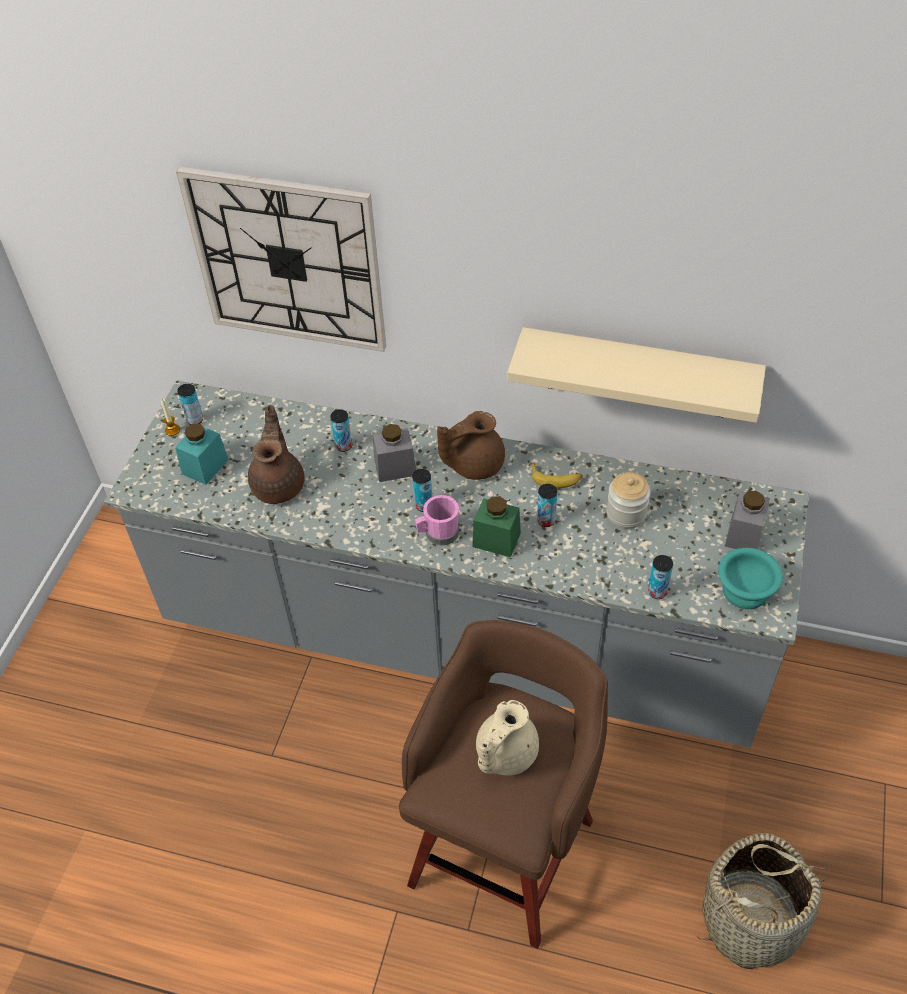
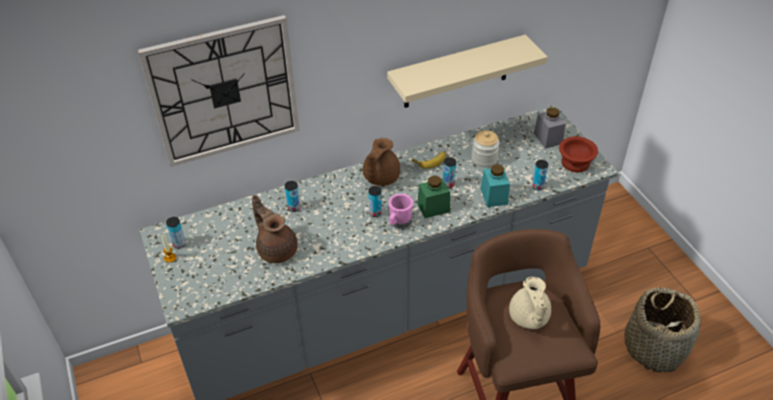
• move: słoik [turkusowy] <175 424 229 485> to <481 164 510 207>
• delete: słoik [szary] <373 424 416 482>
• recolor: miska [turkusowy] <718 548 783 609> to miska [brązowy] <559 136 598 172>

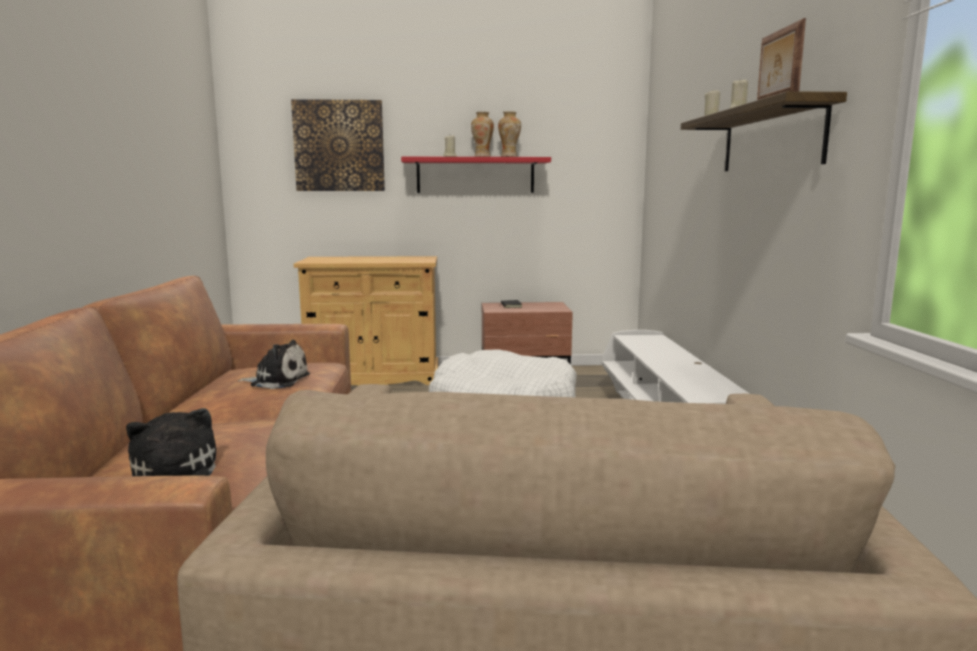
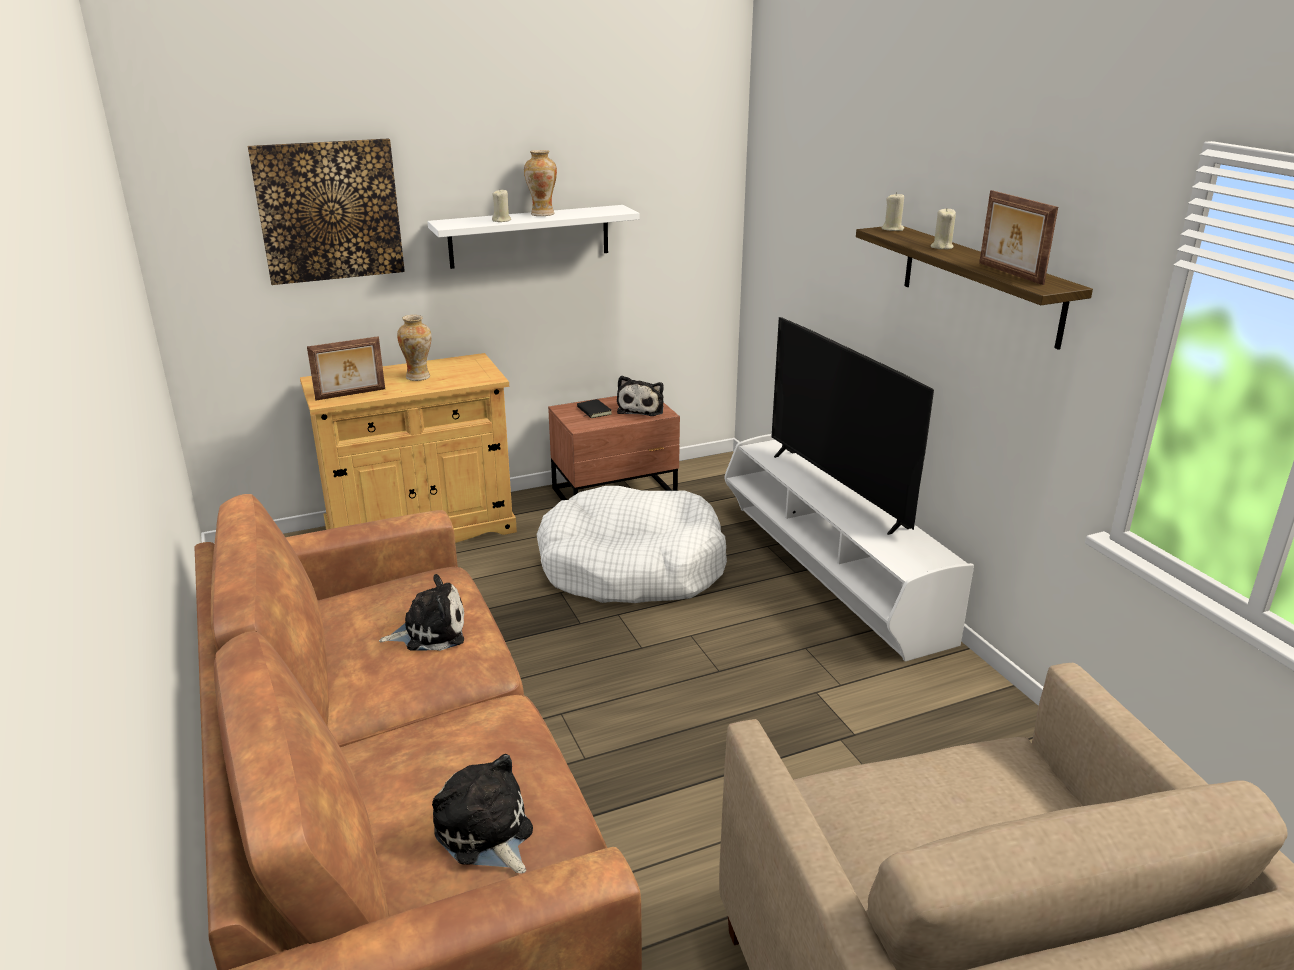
• move: wazon <498 111 521 157> to <397 315 432 381>
• recolor: półka [czerwony] <401 157 551 193> to półka [biały] <427 205 640 269>
• insert: telewizor <772 317 934 535>
• insert: ramka na zdjęcie <307 336 385 401>
• insert: pluszak <617 376 664 416>

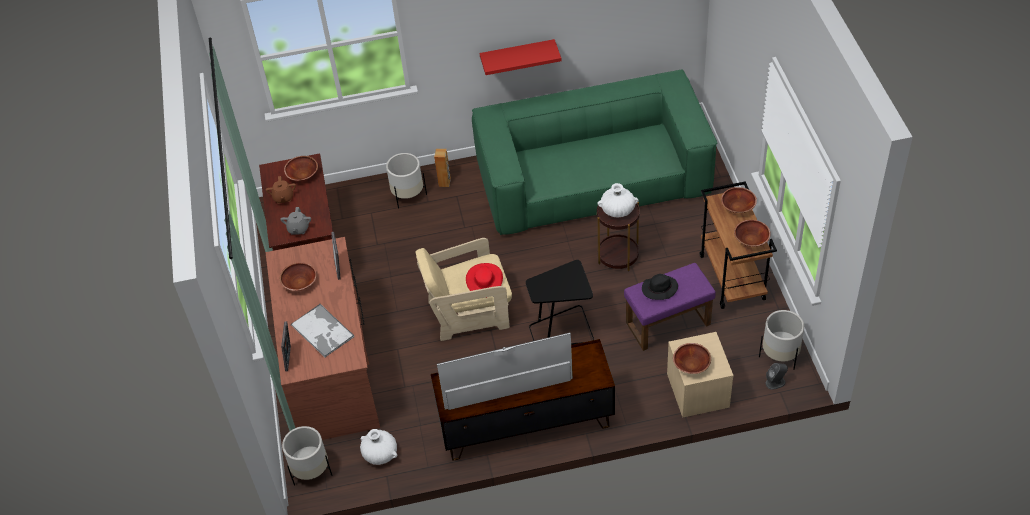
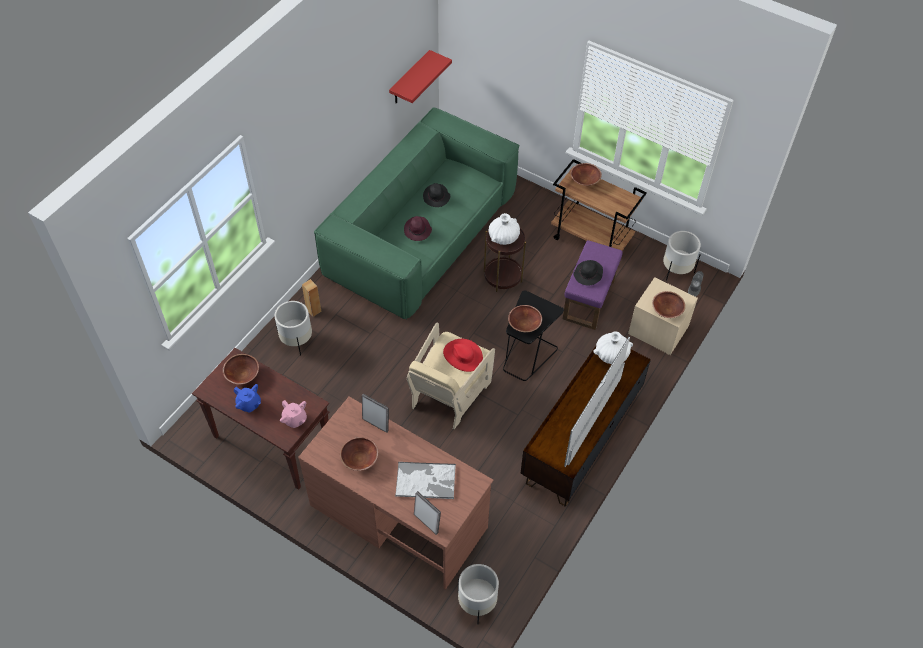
• move: półka [czerwony] <480 39 561 75> to <389 50 452 103>
• recolor: imbryk [brązowy] <266 176 296 204> to imbryk [niebieski] <234 384 261 413>
• recolor: imbryk [szary] <280 207 311 235> to imbryk [różowy] <280 400 307 428>
• move: miska [brązowy] <734 220 771 247> to <508 305 542 332>
• move: wazon [biały] <360 429 397 465> to <593 331 633 364>
• insert: kapelusz [czarny] <423 183 450 207>
• insert: kapelusz [fioletowy] <404 216 432 241>

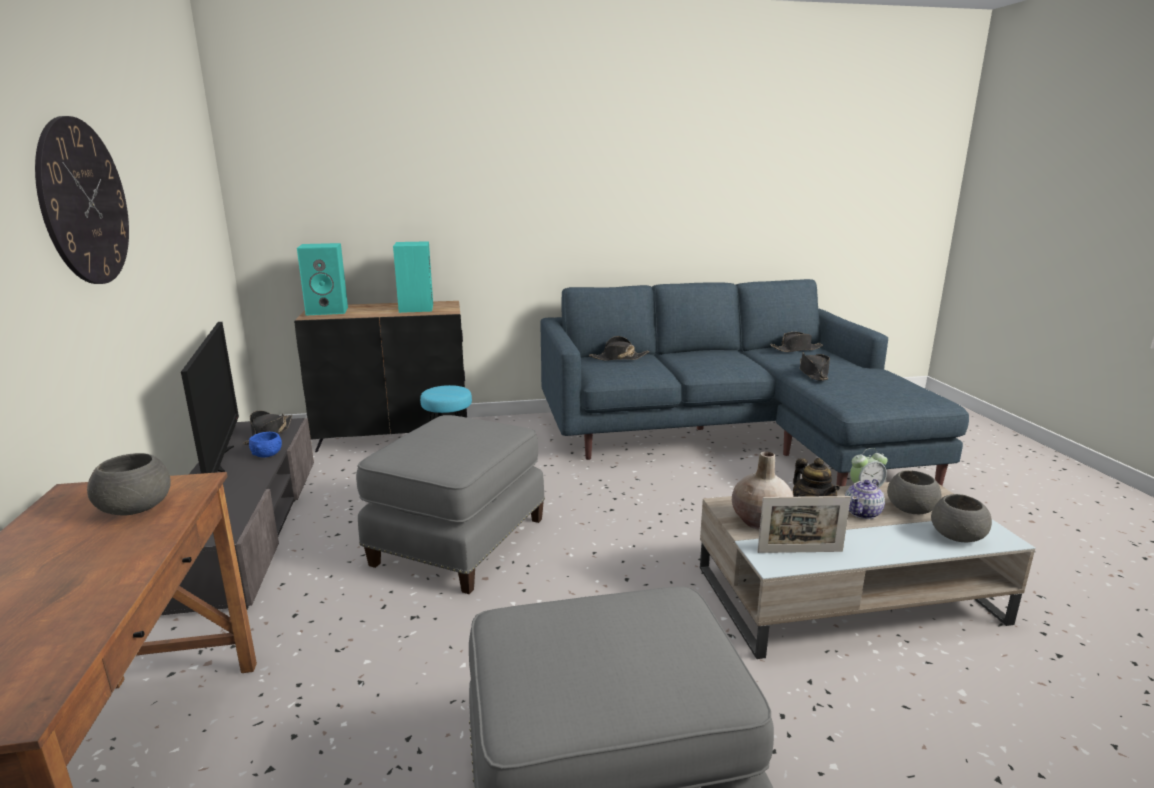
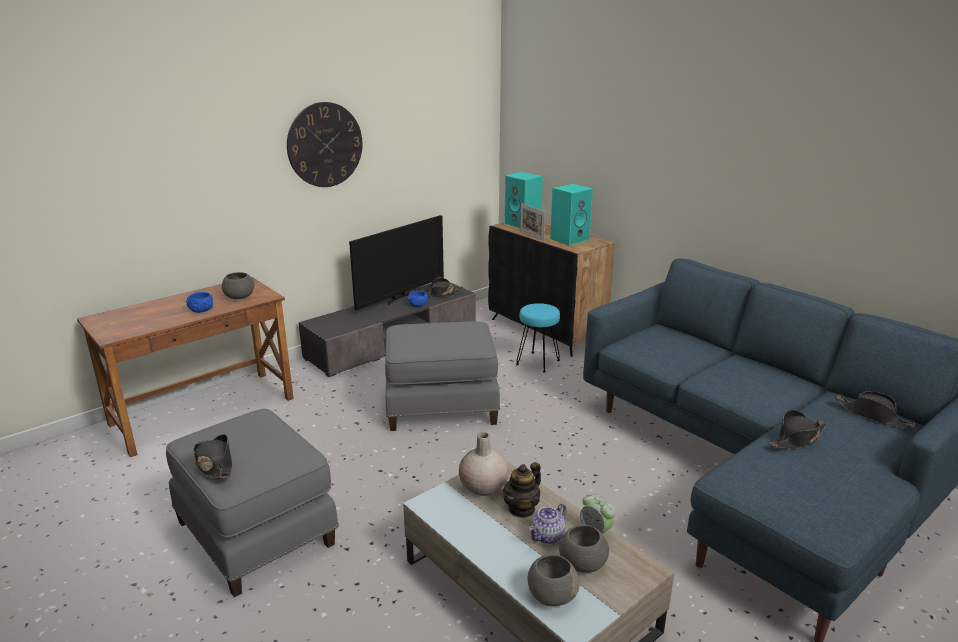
• move: kapelusz [czarny] <589 336 649 361> to <193 434 232 479>
• rotate: imbryk <845 479 885 519> = <529 503 567 544> 60 degrees counterclockwise
• move: ramka na zdjęcie <757 496 851 553> to <520 203 545 241>
• insert: miska [niebieski] <186 292 213 313>

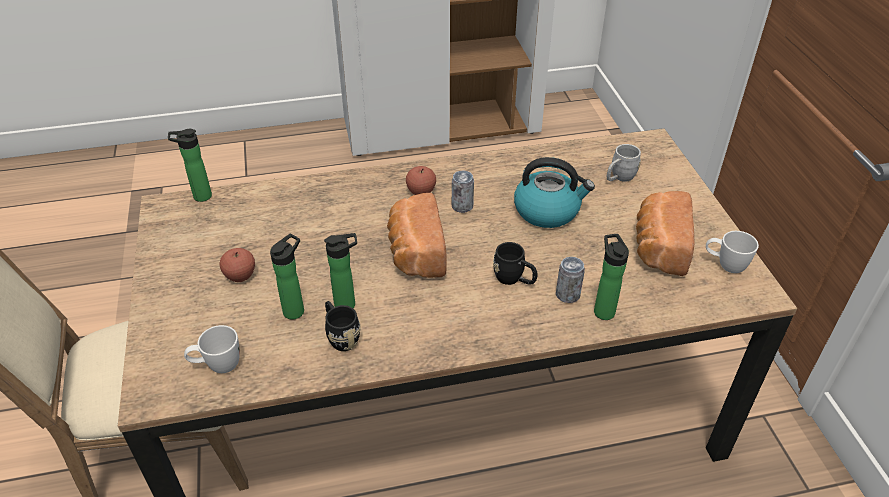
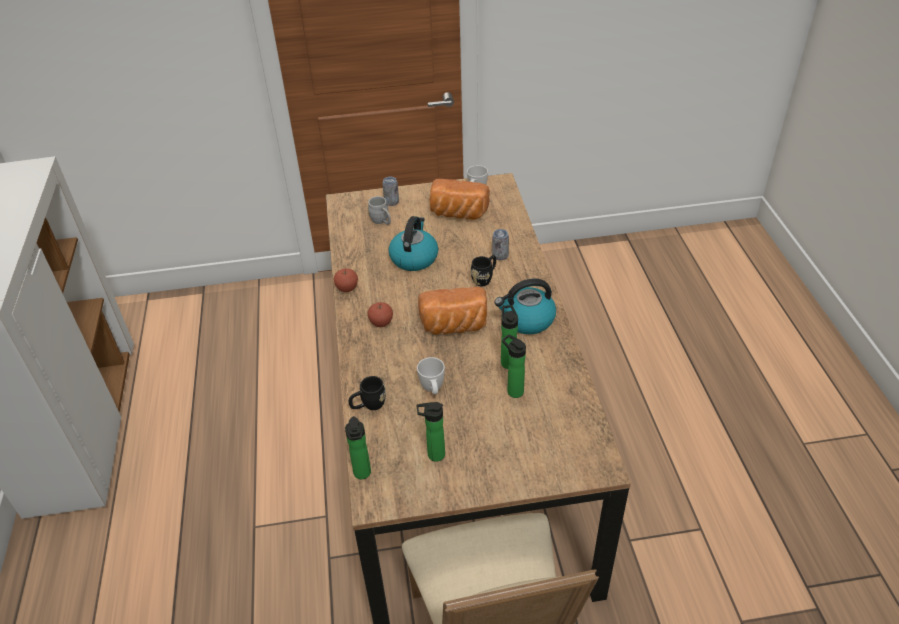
• move: puszka <452 171 474 213> to <382 177 399 206>
• move: butelka <594 234 629 320> to <417 402 445 462>
• move: jabłko <220 248 255 282> to <334 268 358 292>
• move: kubek [czarny] <325 301 361 351> to <349 376 386 410>
• move: kubek [biały] <184 325 240 373> to <417 357 445 394>
• insert: czajnik <494 278 556 334>

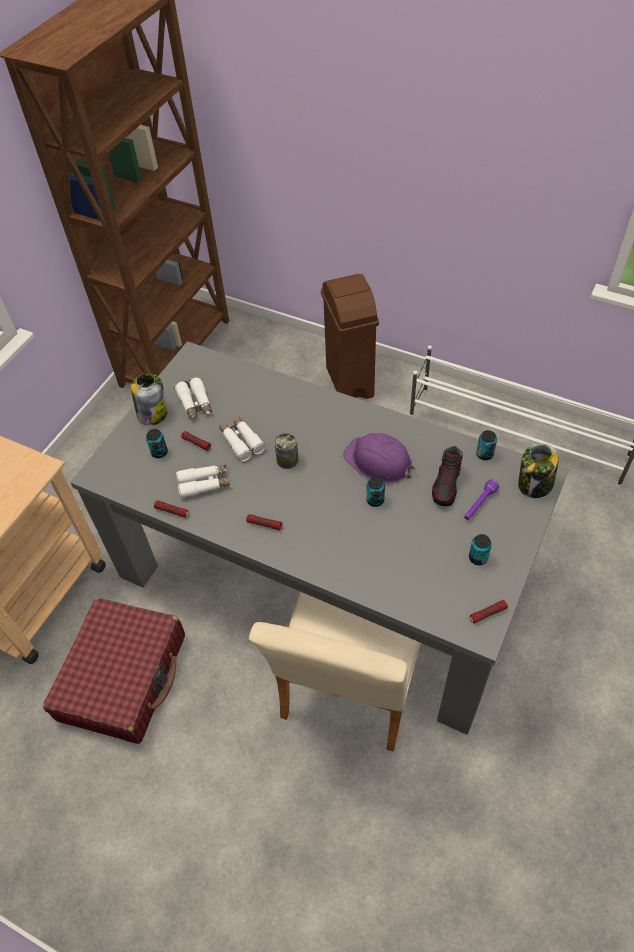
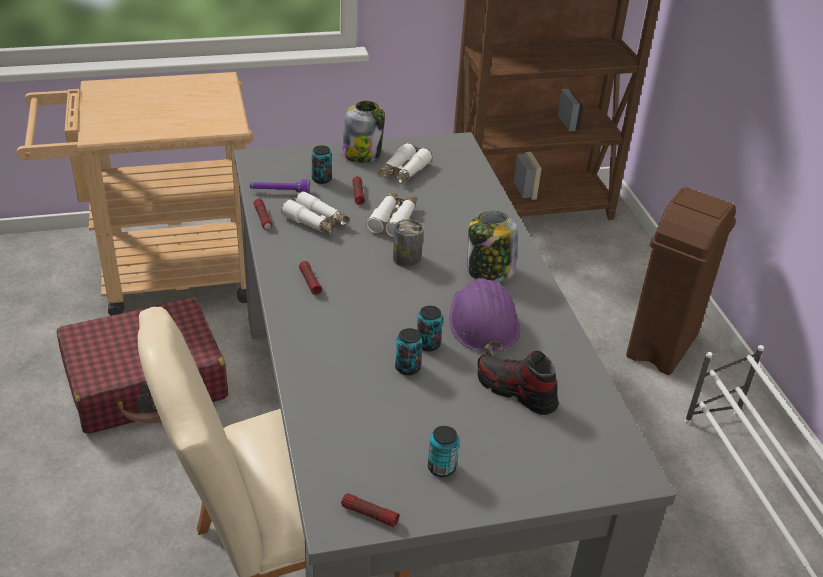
• move: puszka <476 430 497 460> to <395 328 423 375>
• move: słoik <518 444 559 498> to <467 211 518 282>
• rotate: but <432 446 463 506> = <477 351 559 415> 60 degrees clockwise
• move: latarka [fioletowy] <464 479 499 520> to <250 179 310 194>

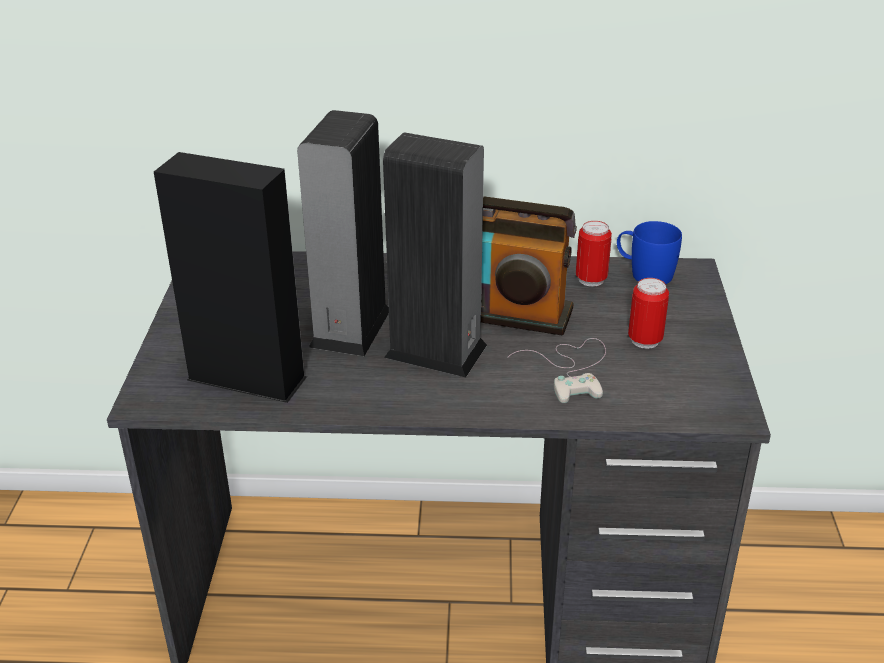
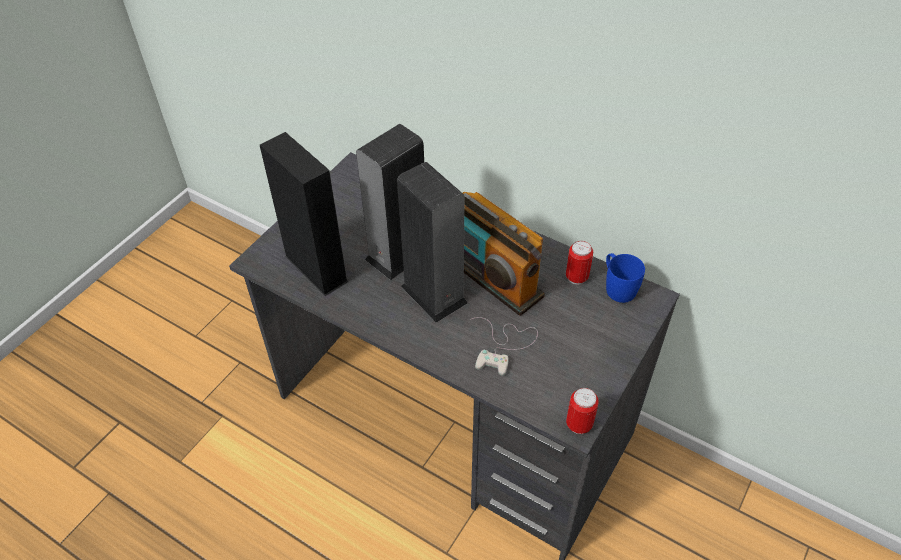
• move: puszka <628 278 669 349> to <566 388 599 434>

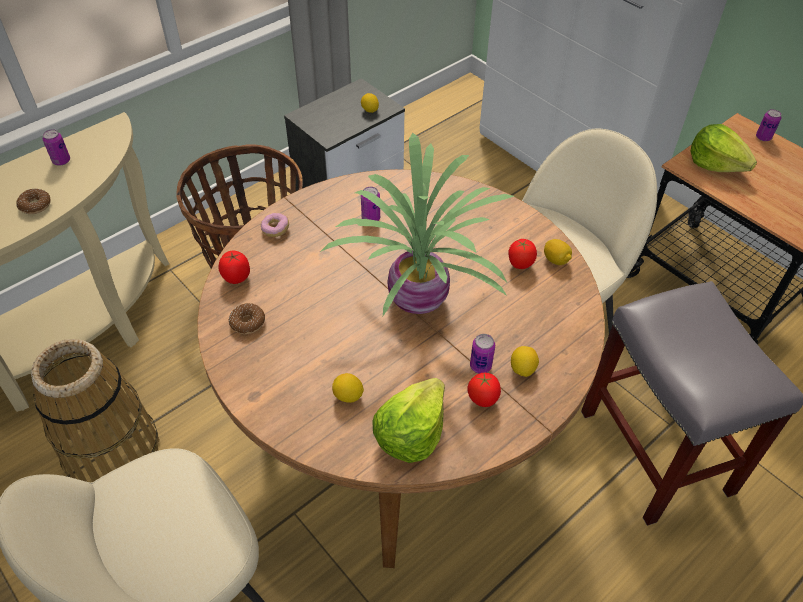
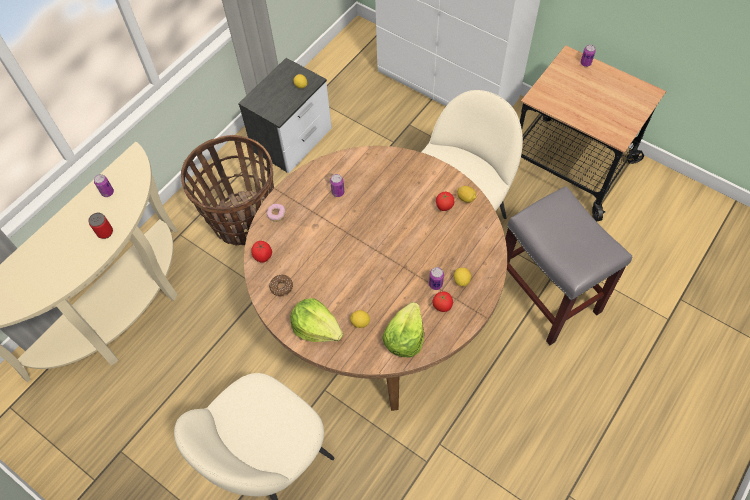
• move: sałata <690 124 757 172> to <290 298 343 342>
• delete: roślina doniczkowa <320 133 514 316>
• replace: donut <16 189 51 214> to puszka <88 213 113 239>
• delete: koszyk <31 339 159 482>

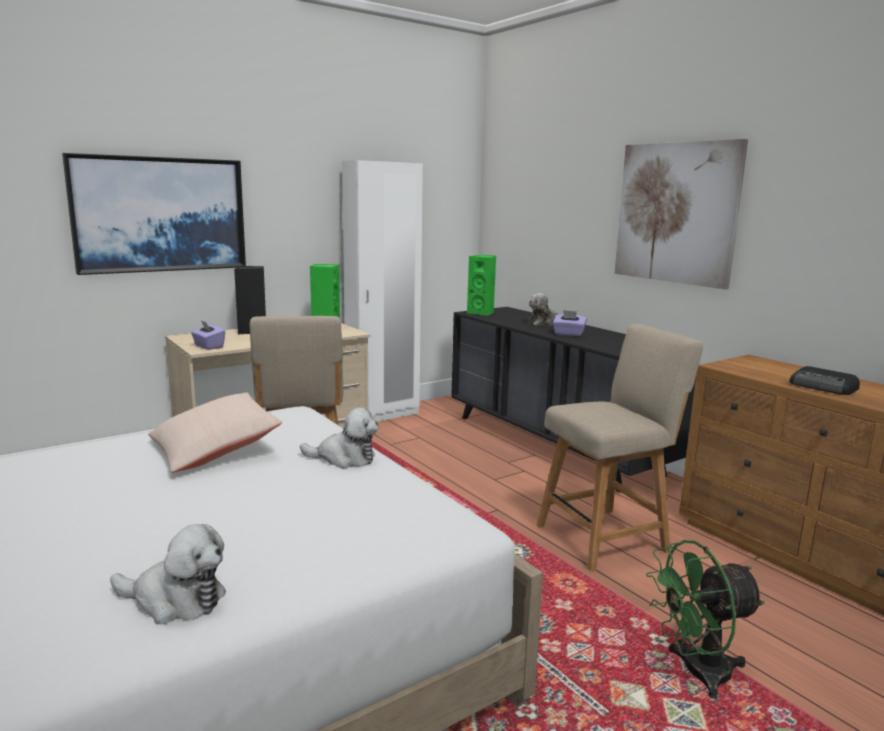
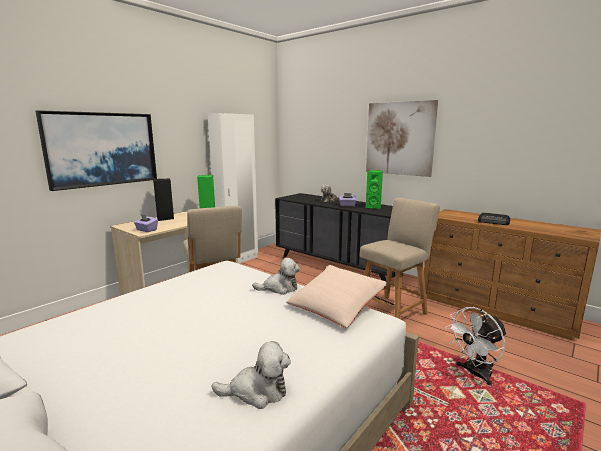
• move: głośnik [zielony] <467 255 496 316> to <366 170 383 209>
• move: poduszka [beżowy] <148 392 282 473> to <286 265 387 328>
• recolor: wentylator [zielony] <646 540 765 699> to wentylator [biały] <446 307 507 386>

